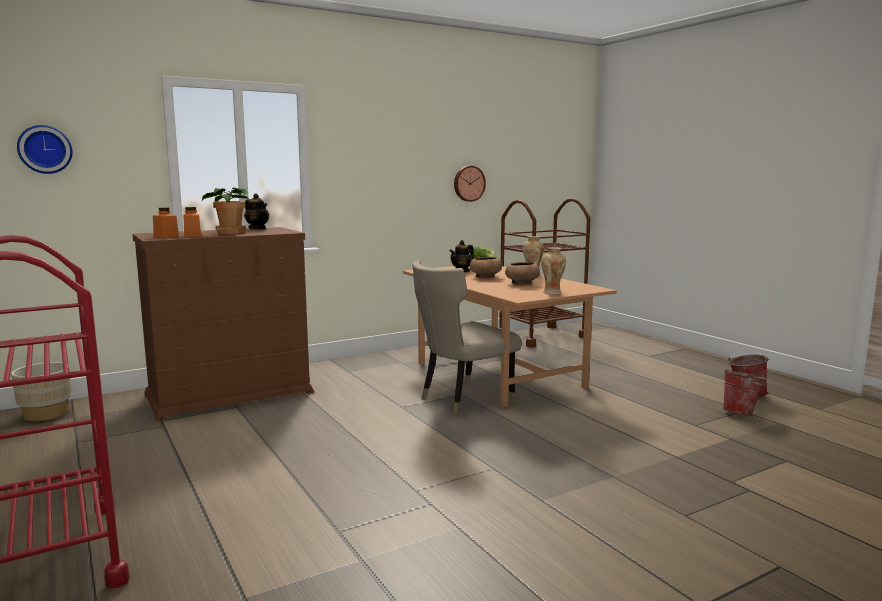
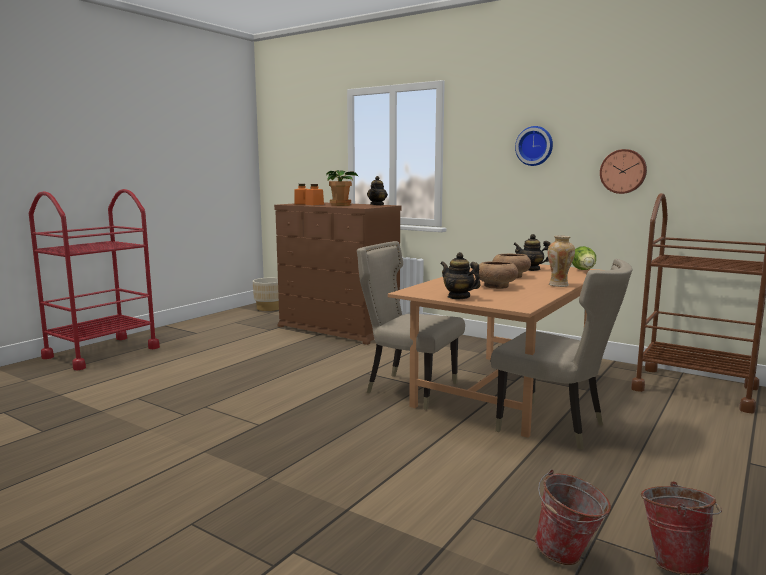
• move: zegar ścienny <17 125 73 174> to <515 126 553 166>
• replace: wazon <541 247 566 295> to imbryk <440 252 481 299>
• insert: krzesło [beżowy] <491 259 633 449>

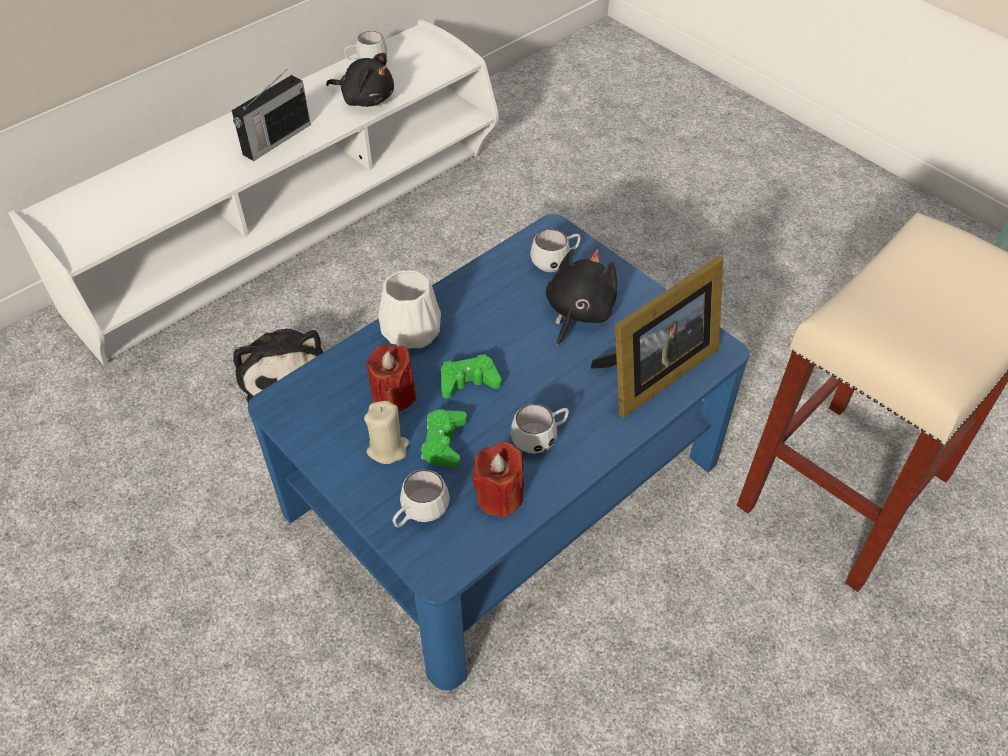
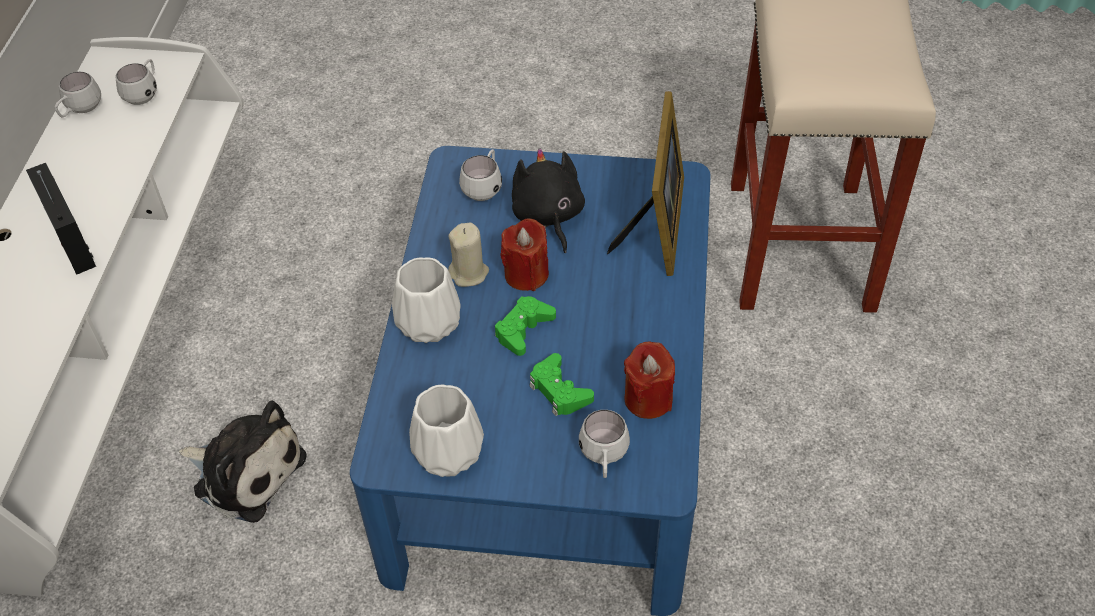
• delete: pluszak [czarny] <326 53 394 107>
• rotate: radio <232 69 311 161> = <26 163 96 275> 150 degrees clockwise
• move: świeca [czerwony] <366 345 416 412> to <501 218 549 291>
• move: świeca [beżowy] <364 401 409 464> to <448 222 489 287>
• move: kubek [biały] <510 404 569 454> to <115 59 157 105>
• insert: wazon [biały] <409 385 484 477>

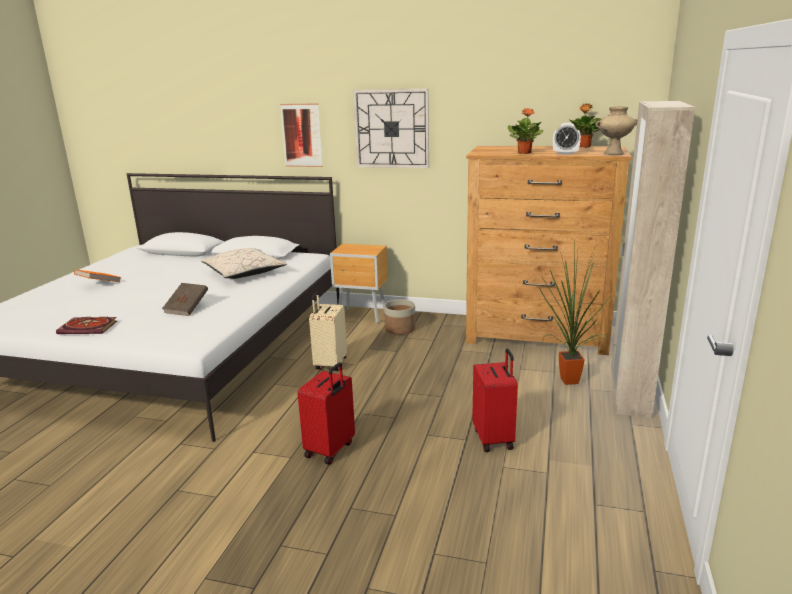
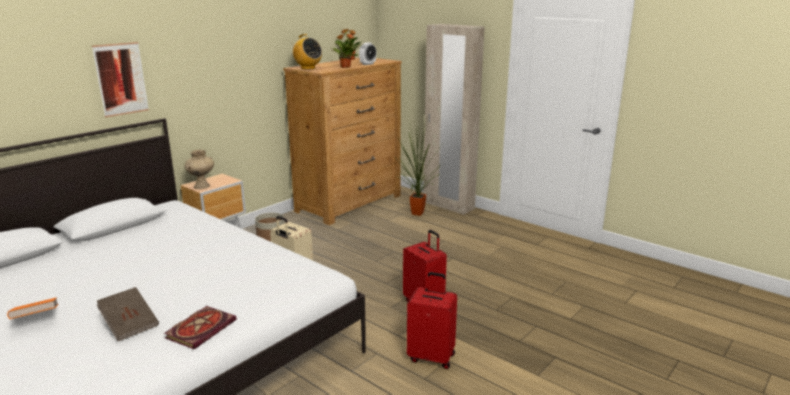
• delete: zegar ścienny <353 89 429 168>
• move: wazon [beżowy] <595 106 637 155> to <184 150 214 189>
• delete: poduszka [beżowy] <201 248 287 279>
• move: książka [brązowy] <162 283 208 316> to <97 287 159 341>
• move: walizka [czerwony] <472 348 518 452> to <407 272 457 369>
• insert: radio <291 34 322 69>

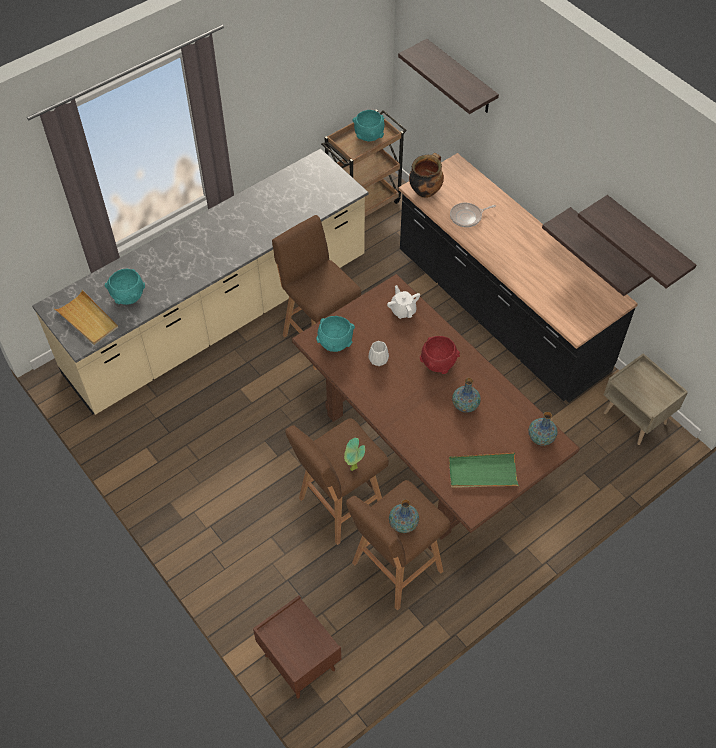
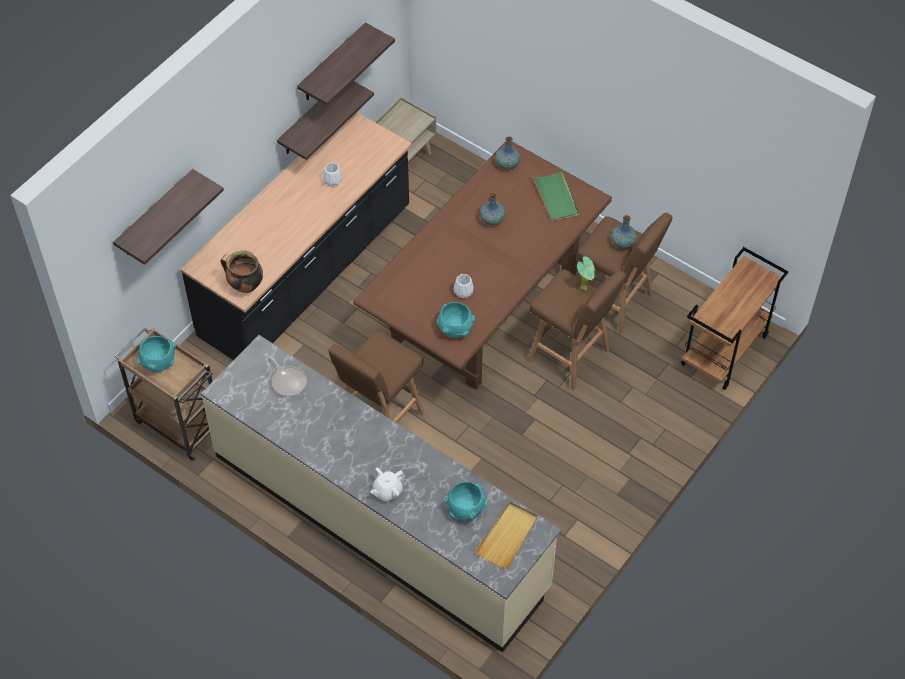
• move: patelnia <450 203 496 227> to <270 356 307 397>
• move: imbryk [biały] <387 285 420 319> to <370 468 405 501>
• delete: miska [czerwony] <420 336 460 374>
• replace: szafka nocna [brązowy] <253 595 341 699> to wózek [brązowy] <681 247 789 390>
• insert: wazon [biały] <323 163 342 187>

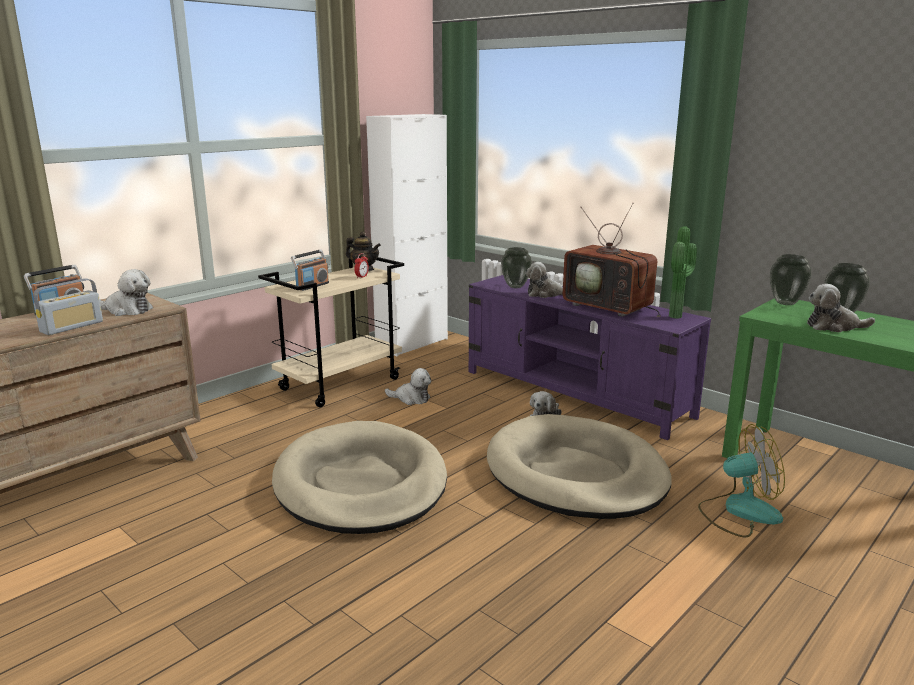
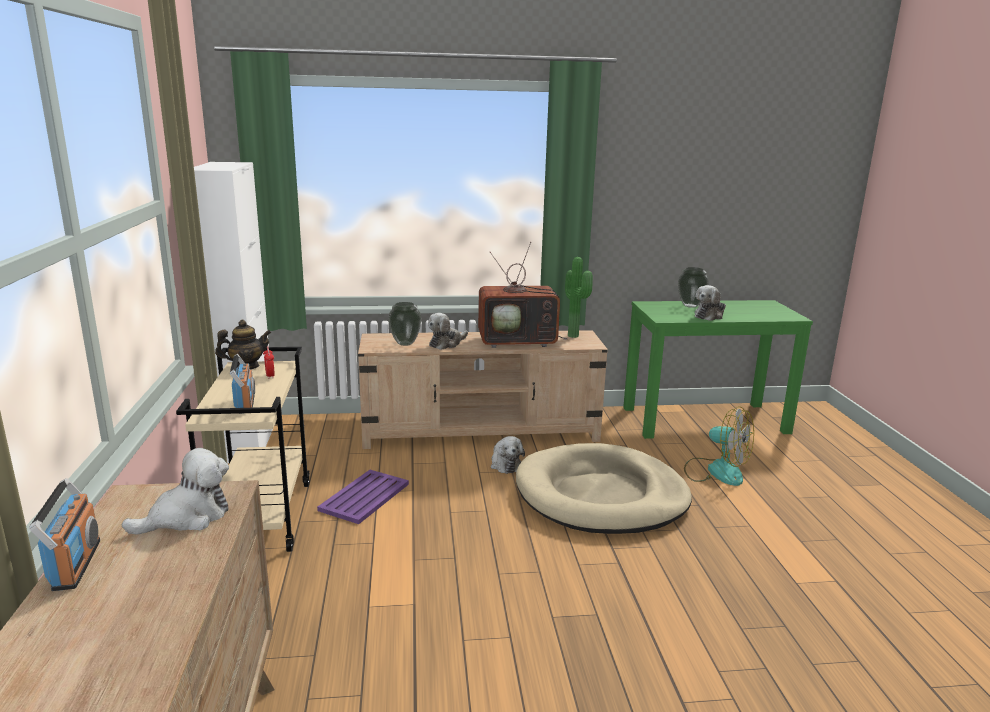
• delete: wazon <770 254 812 305>
• recolor: szafka pod telewizor [fioletowy] <469 275 711 440> to szafka pod telewizor [beżowy] <358 330 608 449>
• delete: radio <34 278 103 335>
• replace: pluszak <385 368 431 405> to taca [fioletowy] <317 470 409 524>
• delete: legowisko [beżowy] <272 421 447 534>
• rotate: wentylator <698 424 785 537> = <684 407 754 486> 90 degrees clockwise

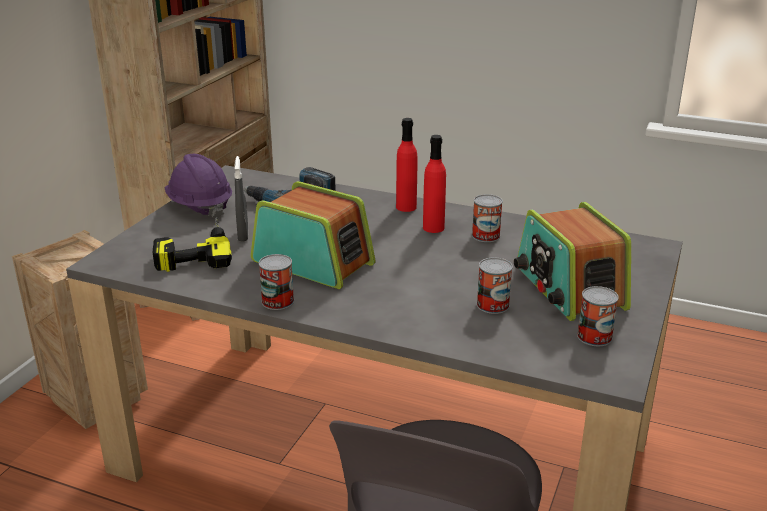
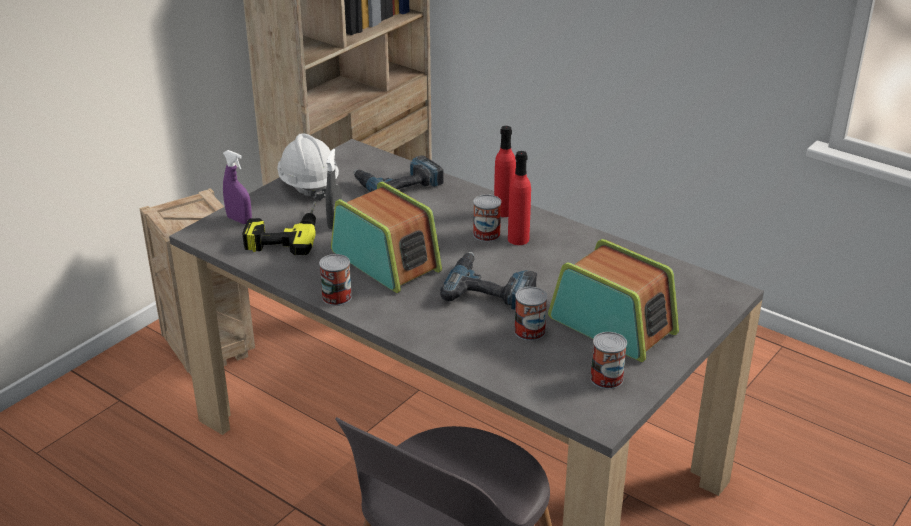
• recolor: kask [fioletowy] <164 154 232 218> to kask [biały] <277 133 339 201>
• move: puszka <472 194 503 242> to <473 194 501 242>
• rotate: radio <514 202 631 321> = <548 239 679 362> 135 degrees clockwise
• insert: spryskiwacz [fioletowy] <223 150 252 224>
• insert: wiertarka <440 252 537 310>

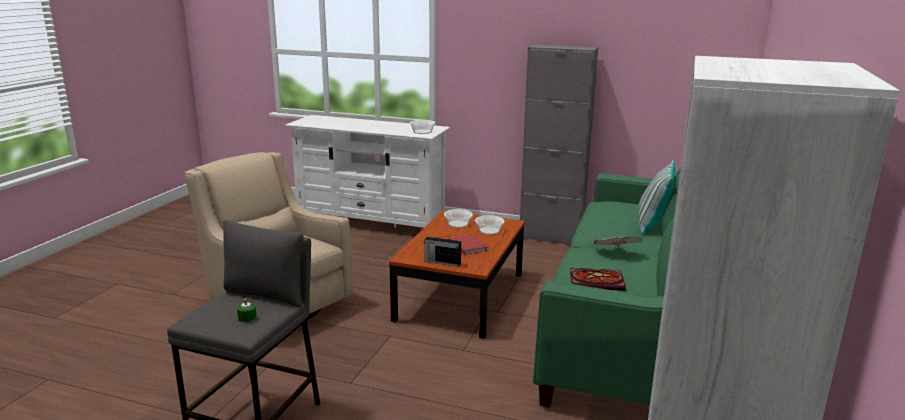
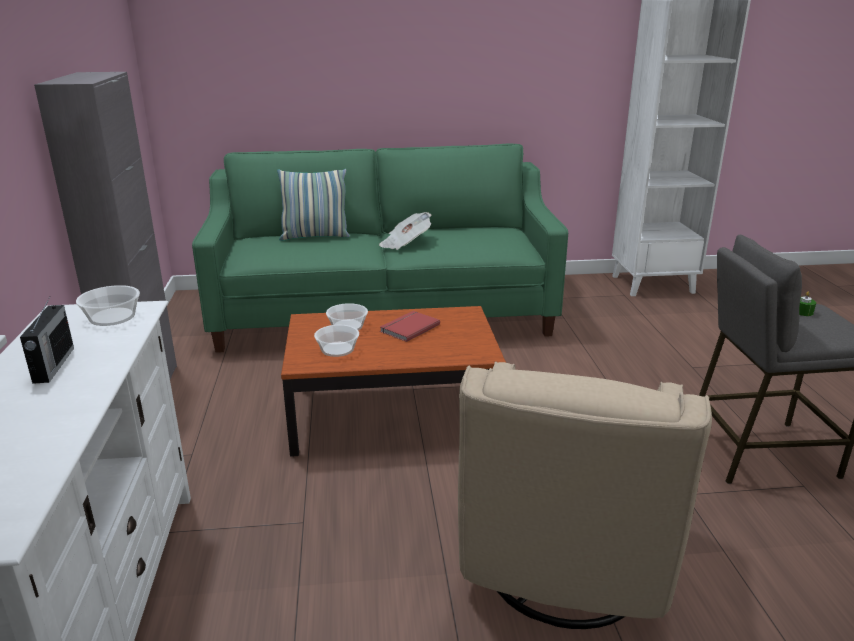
• move: radio <424 235 461 267> to <20 297 74 384>
• delete: książka <570 268 626 291>

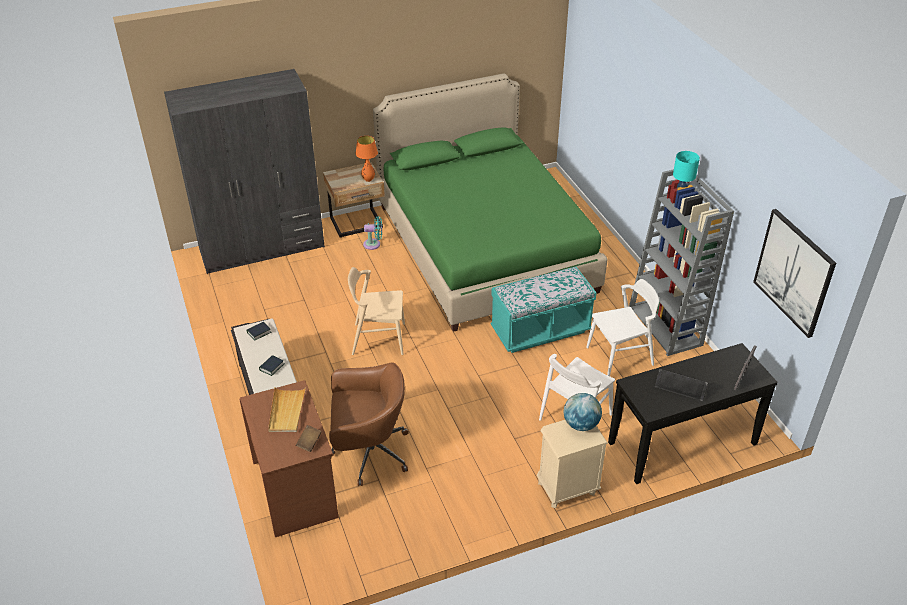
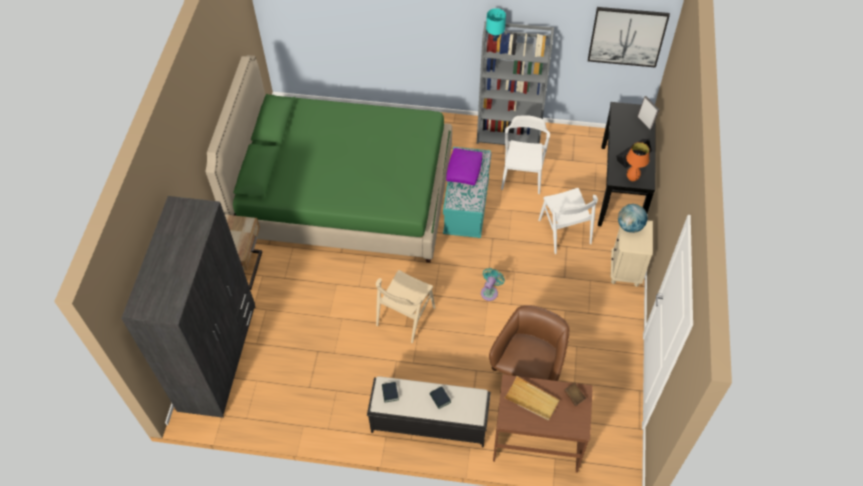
• move: lampa stołowa [pomarańczowy] <355 136 378 182> to <626 142 649 181>
• move: wentylator [turkusowy] <363 217 382 250> to <481 268 505 301>
• insert: poduszka [fioletowy] <446 148 482 185>

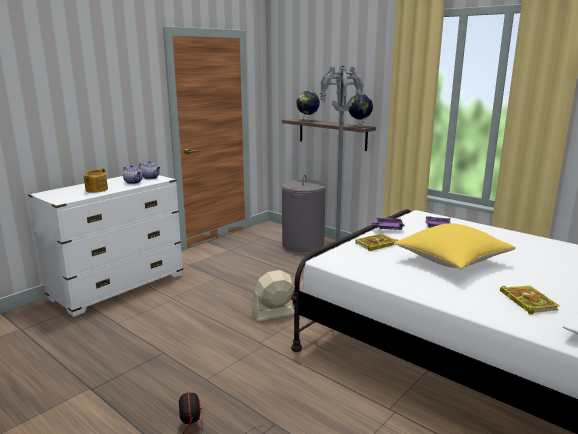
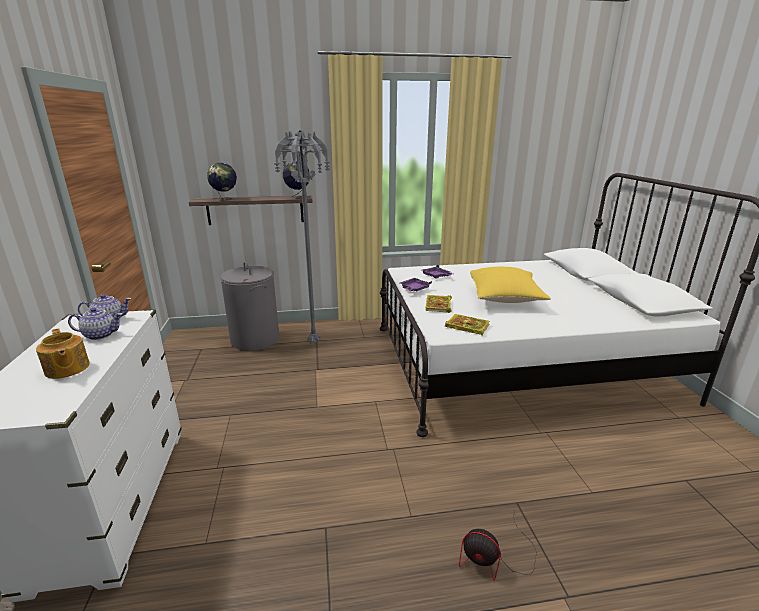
• delete: wentylator [beżowy] <252 270 294 321>
• move: książka <500 285 560 315> to <445 314 490 336>

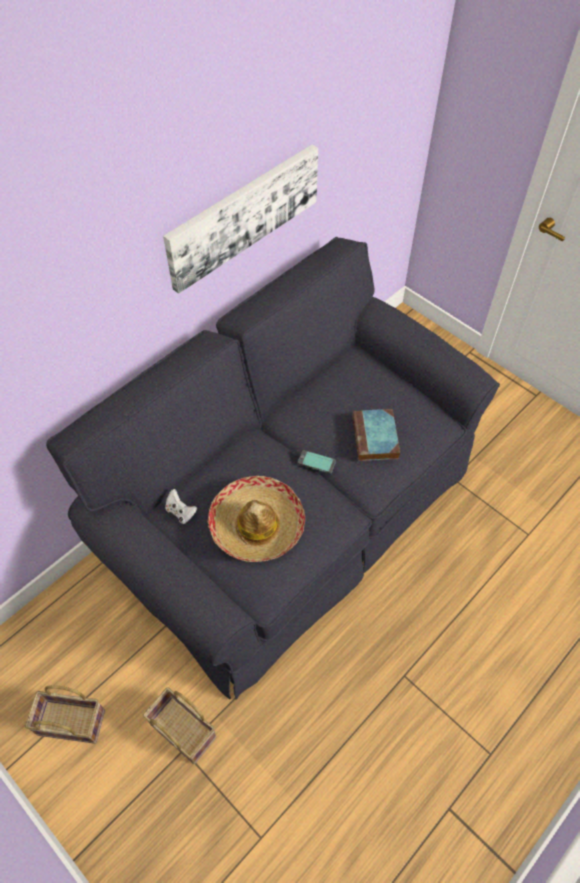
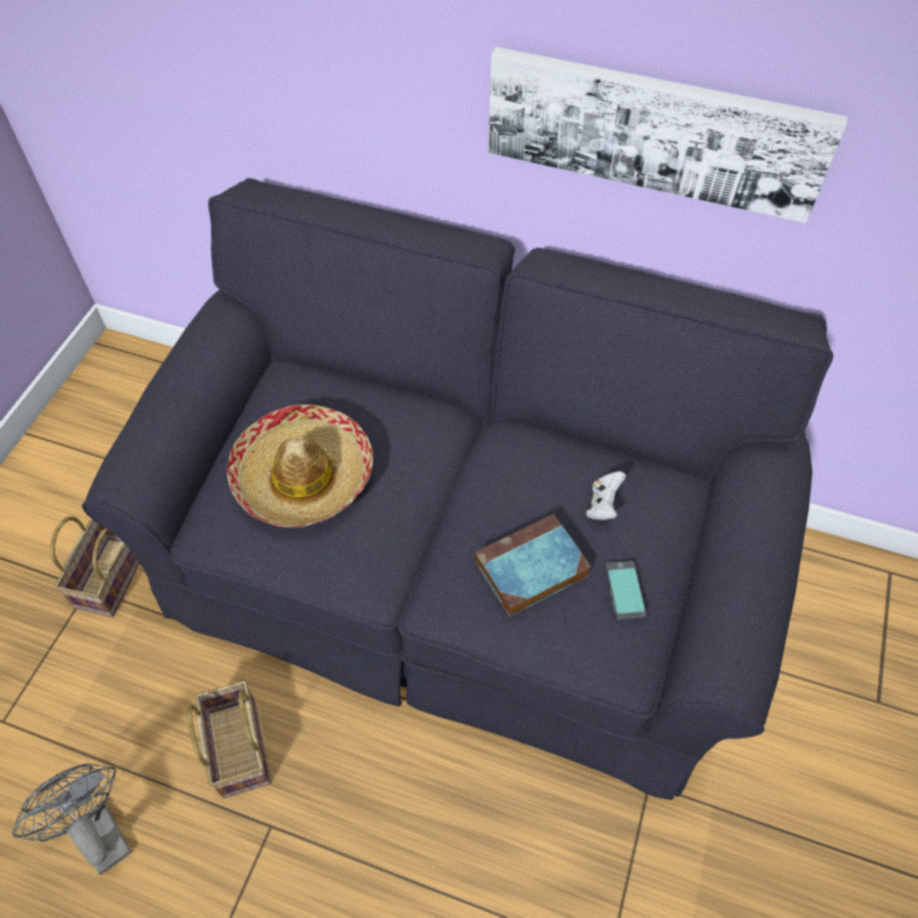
• move: telefon <298 450 336 474> to <606 561 646 620>
• move: pad do gier [biały] <165 489 197 524> to <586 471 626 520>
• move: koszyk <25 685 105 744> to <187 681 271 798>
• insert: wentylator [szary] <12 764 132 875>

